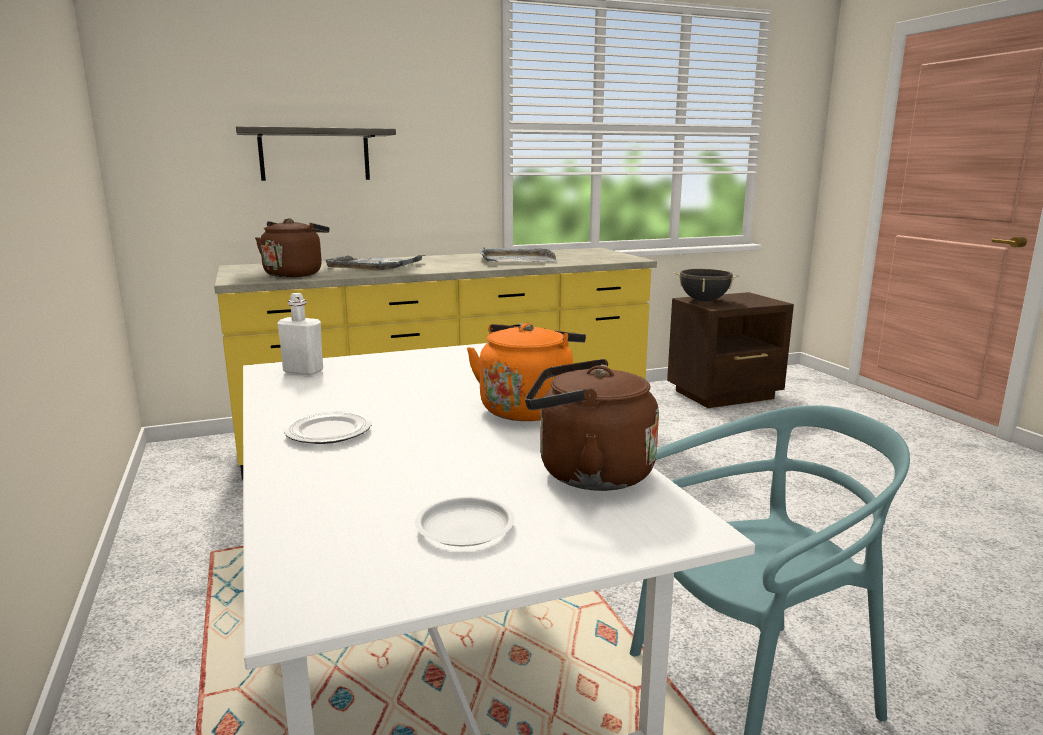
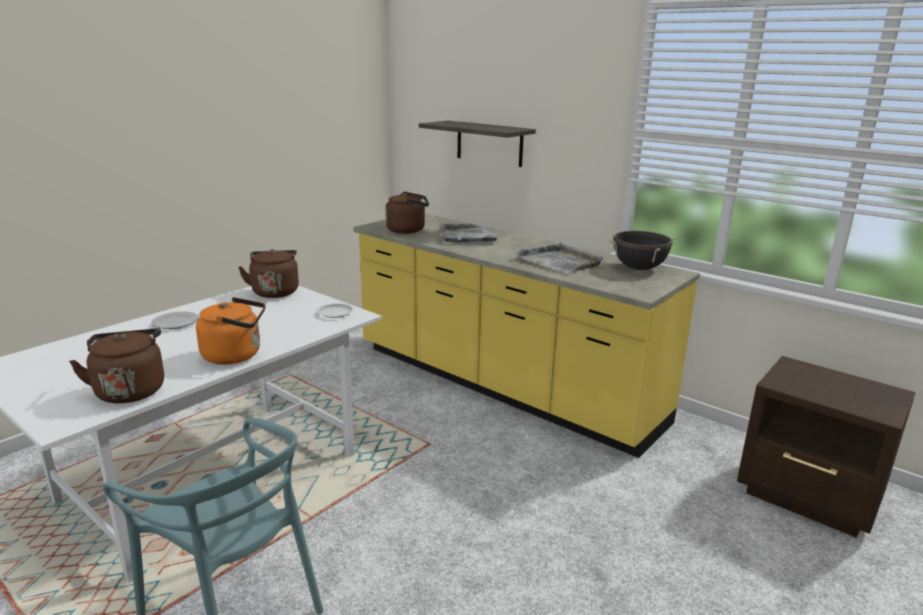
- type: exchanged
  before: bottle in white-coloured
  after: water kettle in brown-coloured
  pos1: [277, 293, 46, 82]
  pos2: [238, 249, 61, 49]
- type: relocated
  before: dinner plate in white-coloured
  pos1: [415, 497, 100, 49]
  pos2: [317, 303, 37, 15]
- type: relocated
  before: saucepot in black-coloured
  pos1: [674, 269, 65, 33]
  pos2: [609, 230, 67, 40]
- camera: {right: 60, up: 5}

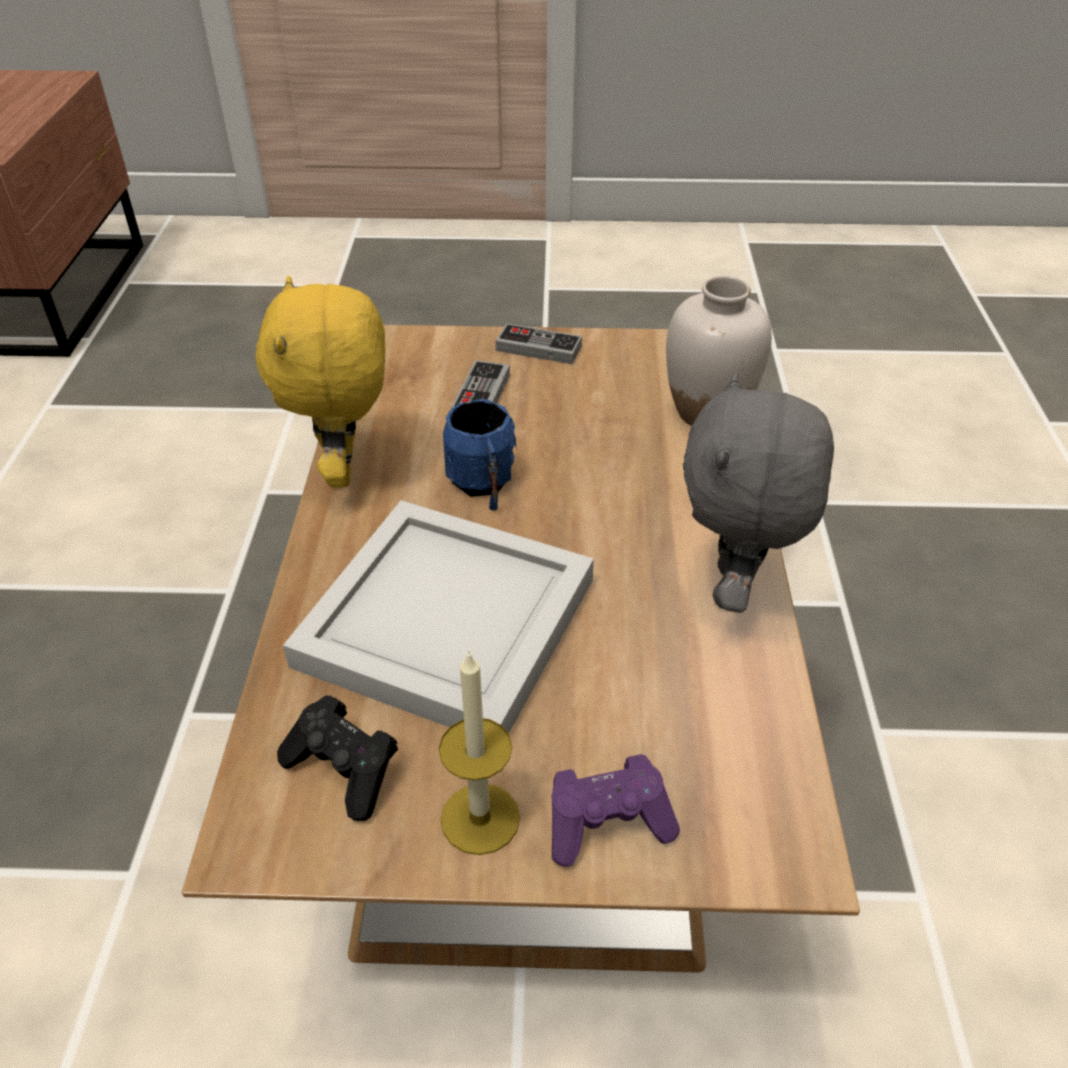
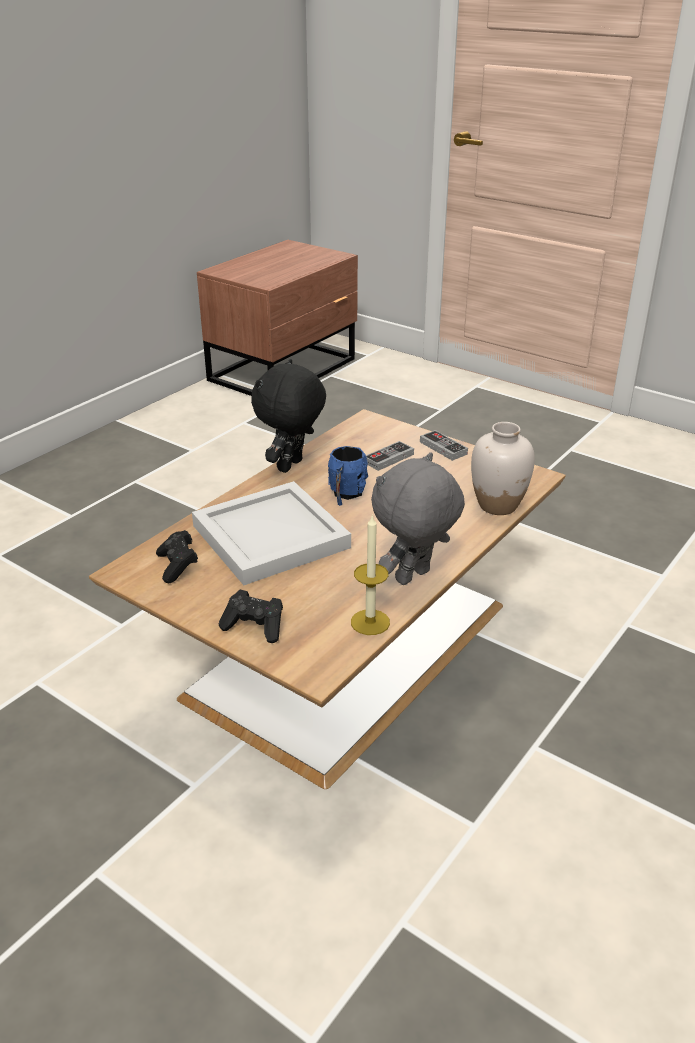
- type: colour
  before: soft toy in yellowish
  after: soft toy in black-coloured
  pos1: [255, 276, 130, 212]
  pos2: [251, 359, 75, 114]
- type: relocated
  before: candle
  pos1: [439, 651, 81, 204]
  pos2: [351, 514, 39, 121]
- type: colour
  before: gamepad in purplish
  after: gamepad in black-coloured
  pos1: [551, 754, 129, 112]
  pos2: [219, 590, 64, 53]
- camera: {right: 35, up: -10}

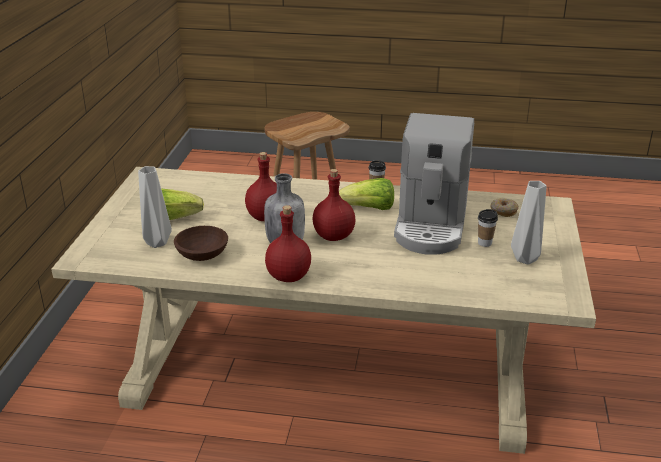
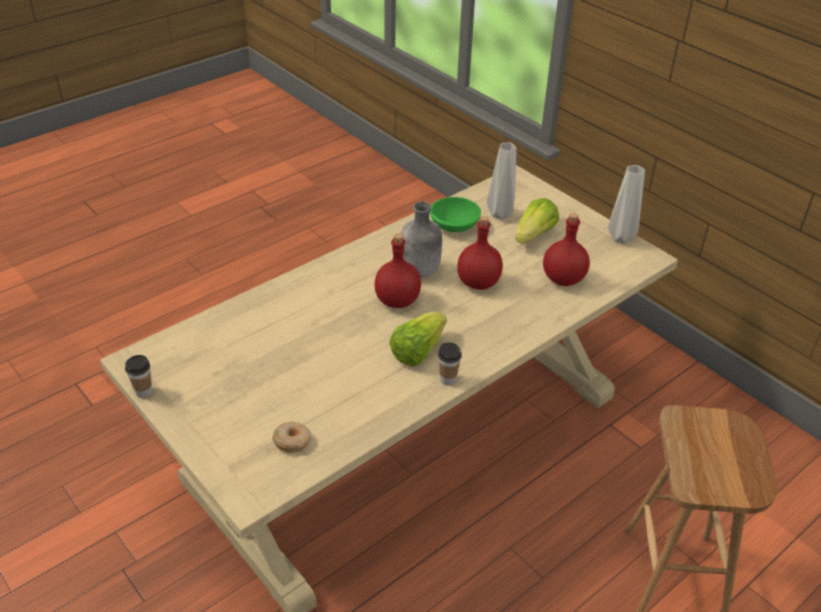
- type: colour
  before: bowl in brown-coloured
  after: bowl in greenish
  pos1: [174, 226, 54, 35]
  pos2: [430, 197, 51, 35]
- type: relocated
  before: bottle in reddish
  pos1: [265, 205, 46, 77]
  pos2: [543, 213, 47, 73]
- type: missing
  before: coffee machine
  pos1: [394, 113, 80, 142]
- type: relocated
  before: drinking cup
  pos1: [478, 209, 20, 38]
  pos2: [125, 355, 27, 43]
- type: relocated
  before: flower vase in greyish
  pos1: [511, 181, 35, 83]
  pos2: [608, 165, 37, 79]
- camera: {right: 130, up: 10}

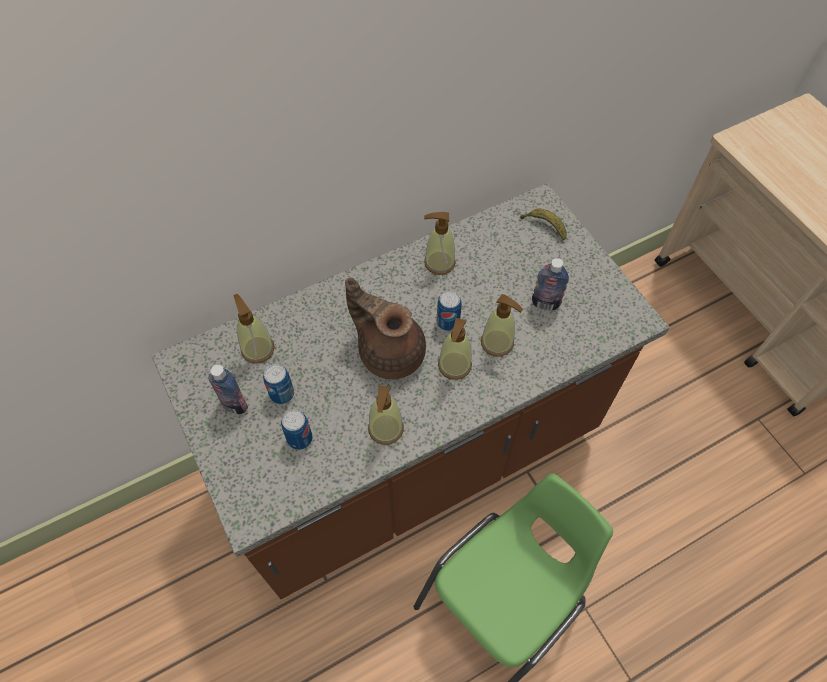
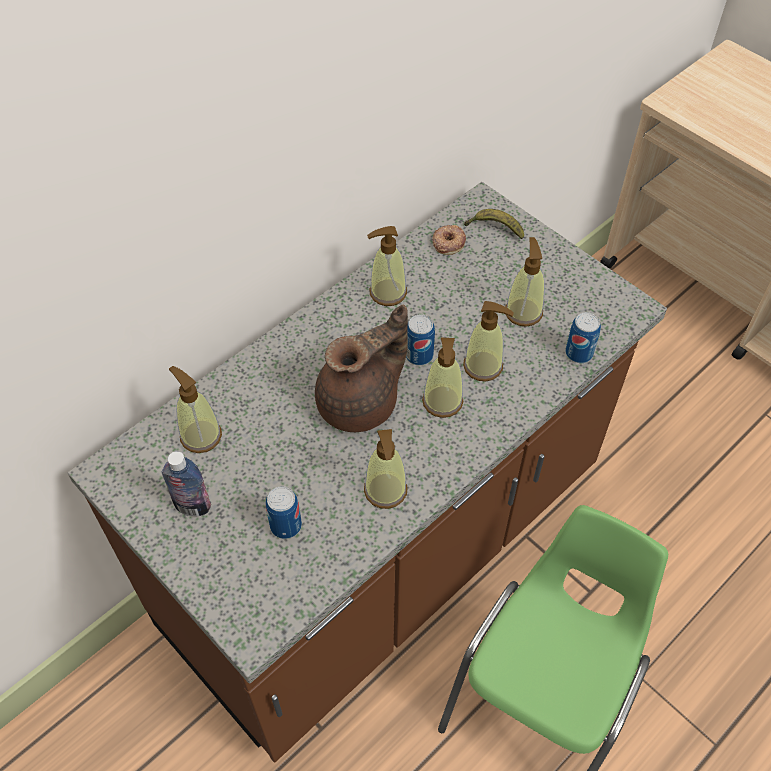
- type: relocated
  before: sealed can
  pos1: [263, 364, 31, 40]
  pos2: [565, 312, 36, 51]
- type: spun
  before: teapot in brown-coloured
  pos1: [345, 277, 81, 102]
  pos2: [315, 304, 93, 128]
  turn: 120
- type: exchanged
  before: bottle
  after: soap bottle
  pos1: [532, 258, 37, 53]
  pos2: [505, 237, 40, 90]
- type: appeared
  after: donut
  pos2: [432, 225, 34, 30]
- camera: {right: -15, up: -5}

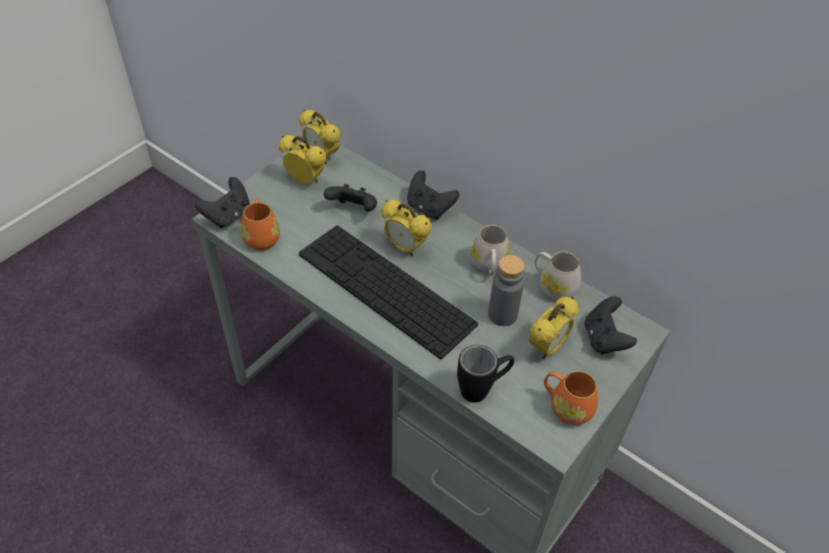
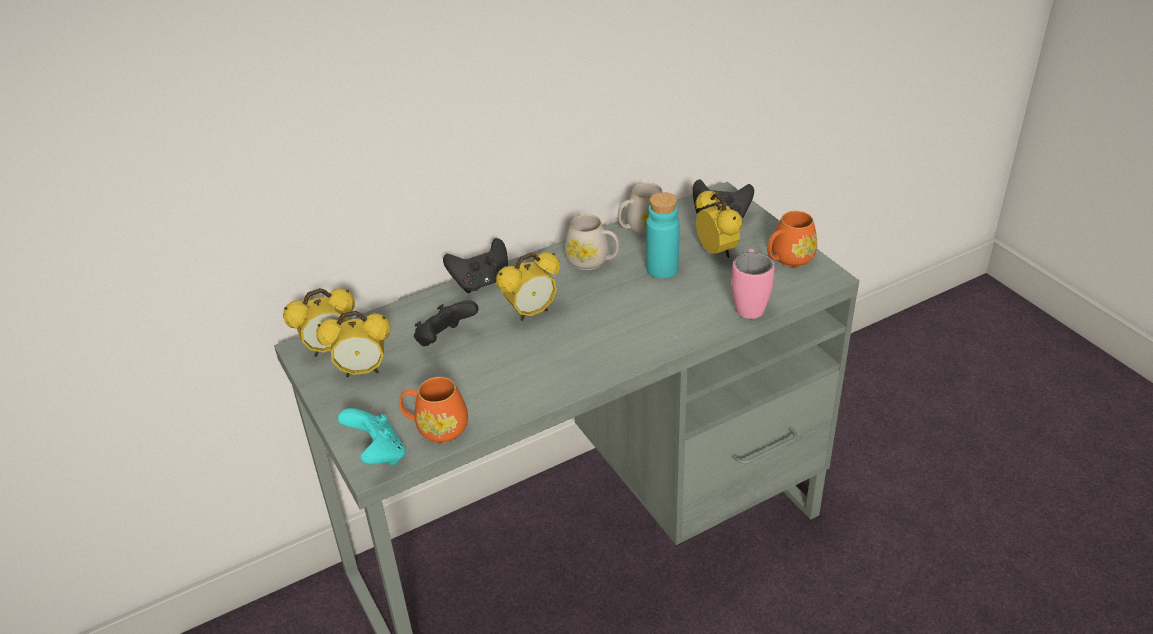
- type: colour
  before: gamepad in black-coloured
  after: gamepad in blue-green
  pos1: [195, 177, 55, 51]
  pos2: [338, 408, 68, 57]
- type: spun
  before: table clock
  pos1: [279, 135, 47, 49]
  pos2: [316, 311, 74, 66]
  turn: -150
- type: missing
  before: computer keyboard
  pos1: [299, 225, 179, 134]
- type: colour
  before: coffee mug in black-coloured
  after: coffee mug in pinkish
  pos1: [457, 345, 57, 57]
  pos2: [732, 249, 42, 70]
- type: colour
  before: bottle in greyish
  after: bottle in blue-green
  pos1: [488, 255, 36, 71]
  pos2: [646, 192, 34, 86]
- camera: {right: -65, up: -10}

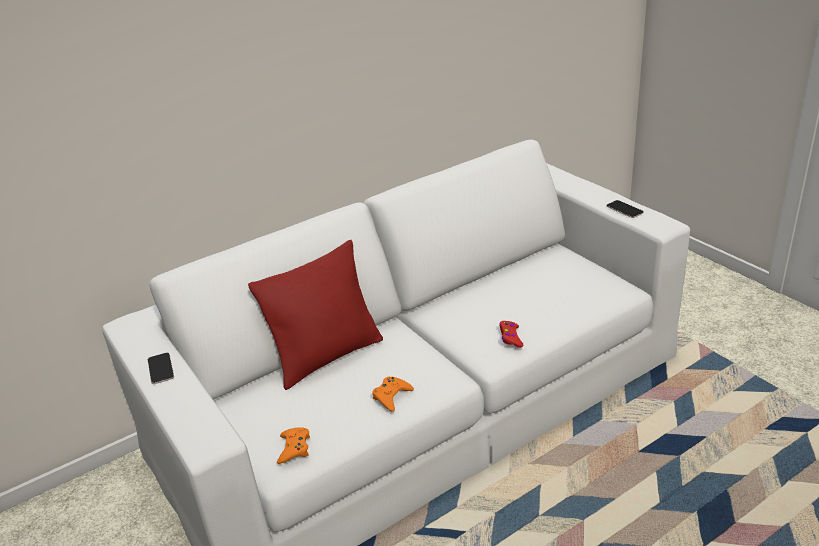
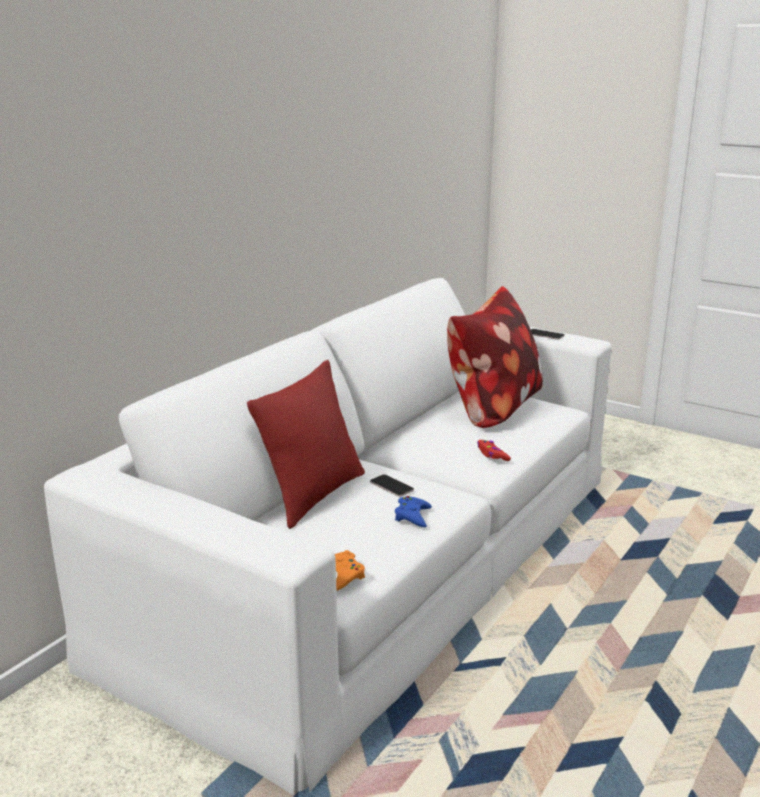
- type: relocated
  before: handset
  pos1: [148, 352, 26, 32]
  pos2: [370, 474, 44, 23]
- type: colour
  before: gamepad in orangey
  after: gamepad in bluish
  pos1: [372, 377, 42, 35]
  pos2: [395, 496, 37, 31]
- type: appeared
  after: throw pillow
  pos2: [447, 286, 96, 142]
- camera: {right: -25, up: -10}

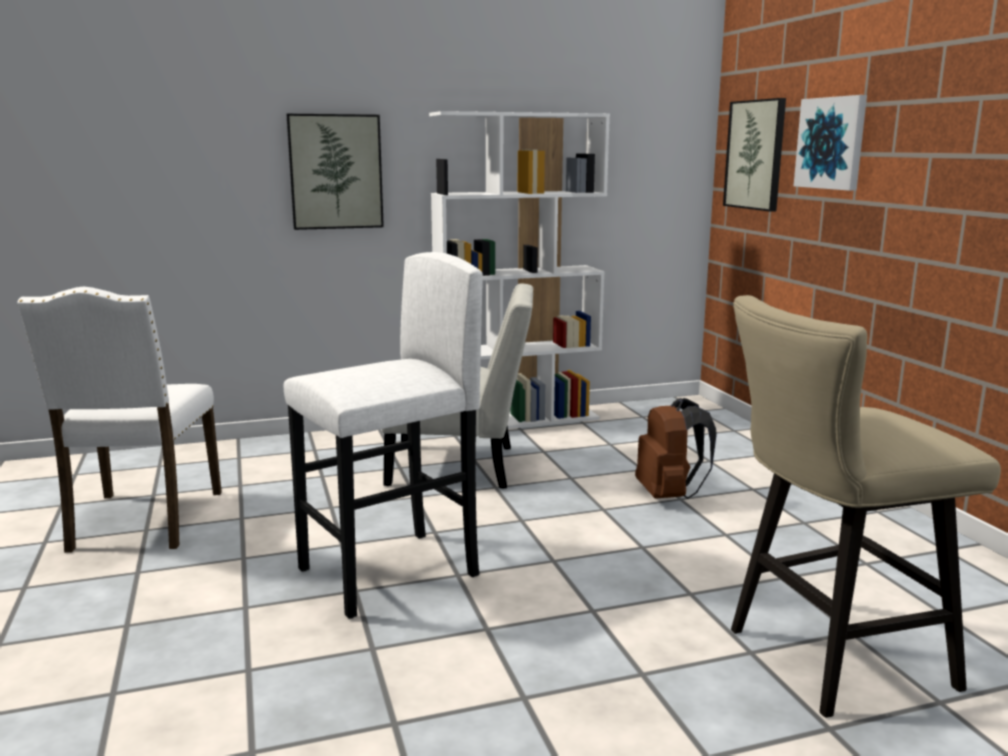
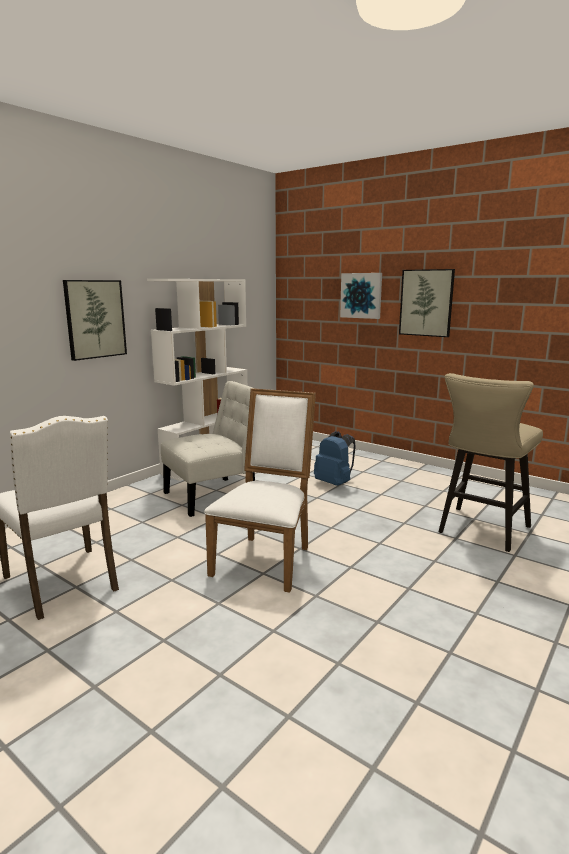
- type: exchanged
  before: stool in white-coloured
  after: upright chair in white-coloured
  pos1: [284, 252, 199, 367]
  pos2: [204, 388, 112, 205]
- type: colour
  before: rucksack in brown-coloured
  after: rucksack in bluish
  pos1: [635, 398, 82, 101]
  pos2: [314, 431, 42, 55]
- type: relocated
  before: wall art
  pos1: [723, 98, 63, 114]
  pos2: [399, 269, 56, 68]
- camera: {right: -35, up: 0}

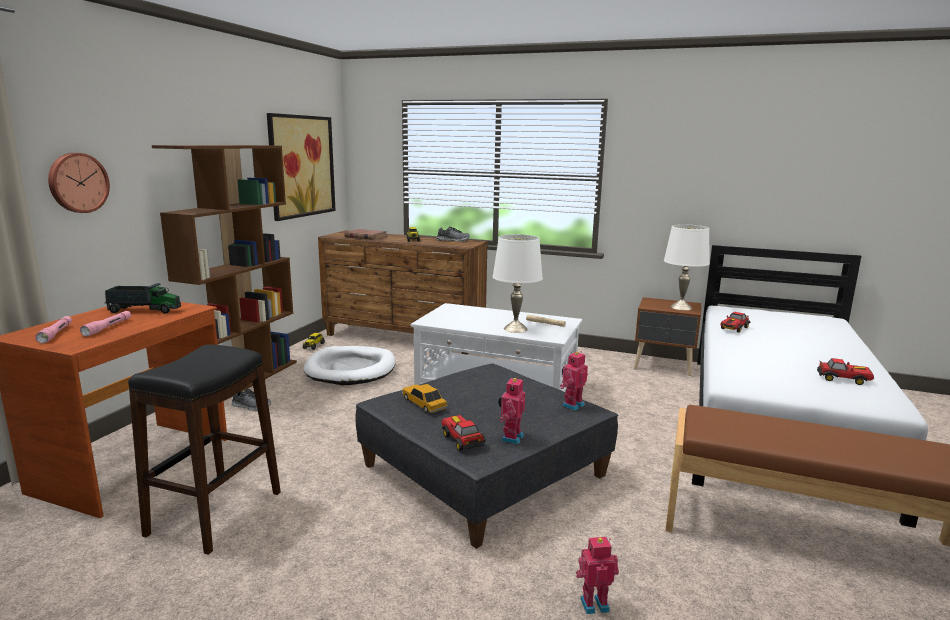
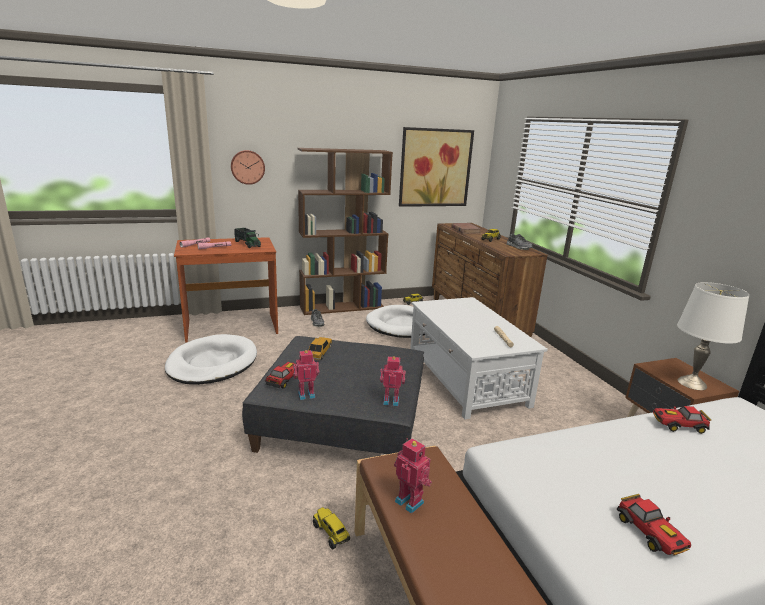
- type: exchanged
  before: stool in black-coloured
  after: dog cushion in white-coloured
  pos1: [128, 344, 153, 211]
  pos2: [165, 334, 92, 51]
- type: missing
  before: tabletop lamp in white-coloured
  pos1: [493, 234, 50, 99]
- type: relocated
  before: toy robot
  pos1: [576, 537, 43, 77]
  pos2: [394, 438, 38, 76]
- type: appeared
  after: toy truck
  pos2: [313, 507, 37, 42]
- camera: {right: 50, up: 5}

